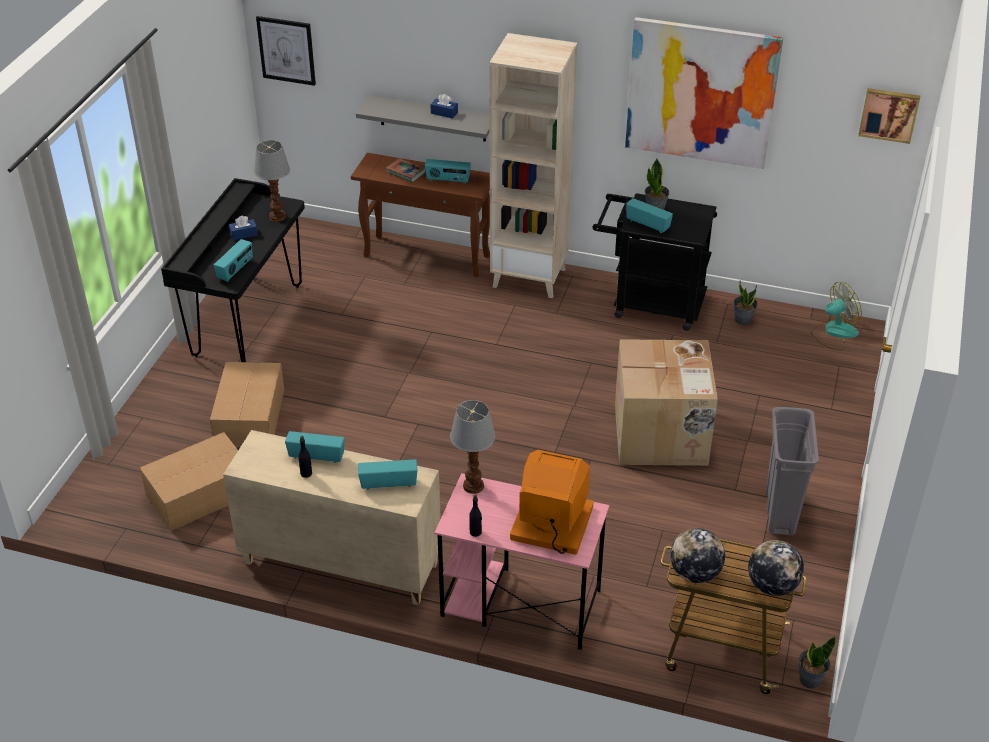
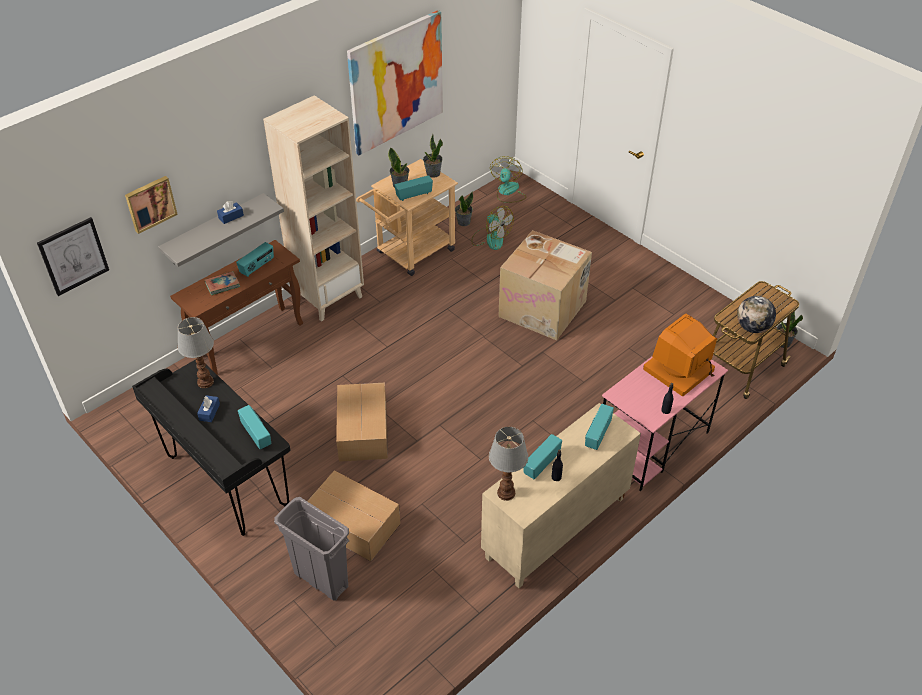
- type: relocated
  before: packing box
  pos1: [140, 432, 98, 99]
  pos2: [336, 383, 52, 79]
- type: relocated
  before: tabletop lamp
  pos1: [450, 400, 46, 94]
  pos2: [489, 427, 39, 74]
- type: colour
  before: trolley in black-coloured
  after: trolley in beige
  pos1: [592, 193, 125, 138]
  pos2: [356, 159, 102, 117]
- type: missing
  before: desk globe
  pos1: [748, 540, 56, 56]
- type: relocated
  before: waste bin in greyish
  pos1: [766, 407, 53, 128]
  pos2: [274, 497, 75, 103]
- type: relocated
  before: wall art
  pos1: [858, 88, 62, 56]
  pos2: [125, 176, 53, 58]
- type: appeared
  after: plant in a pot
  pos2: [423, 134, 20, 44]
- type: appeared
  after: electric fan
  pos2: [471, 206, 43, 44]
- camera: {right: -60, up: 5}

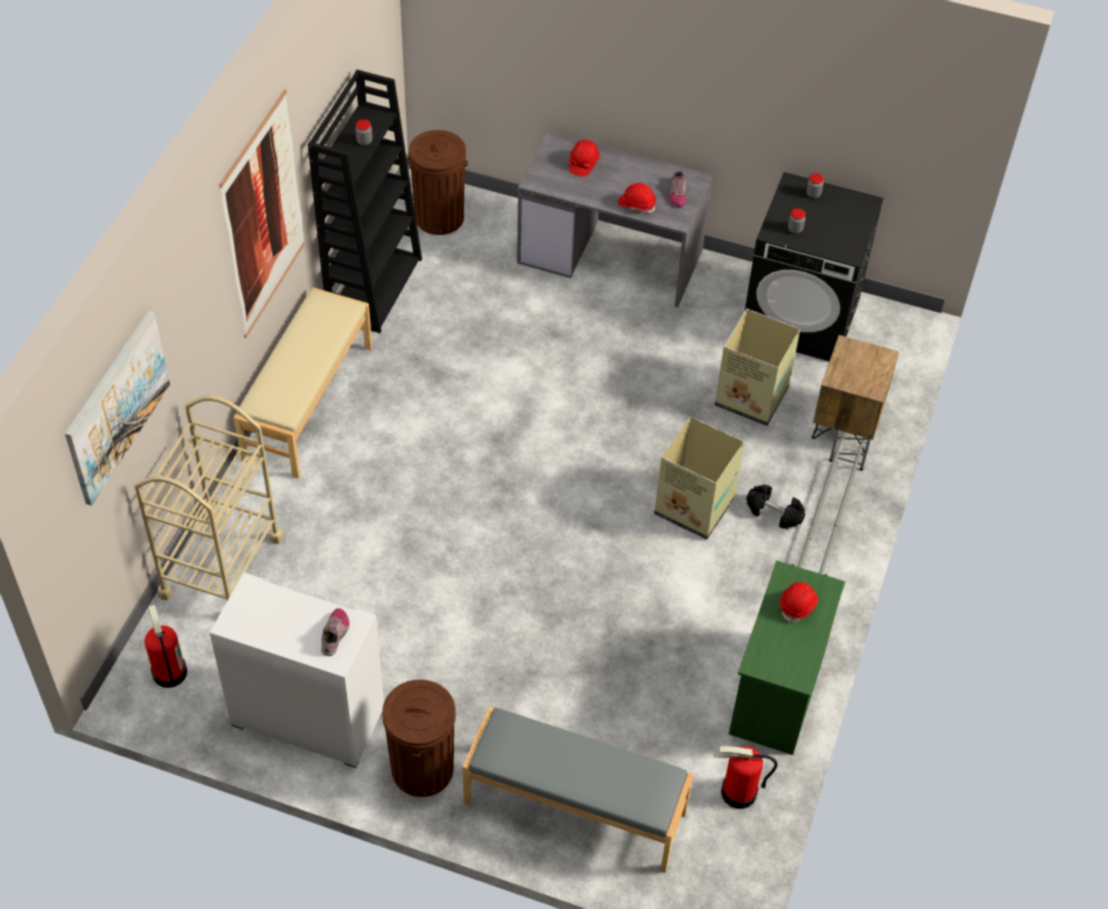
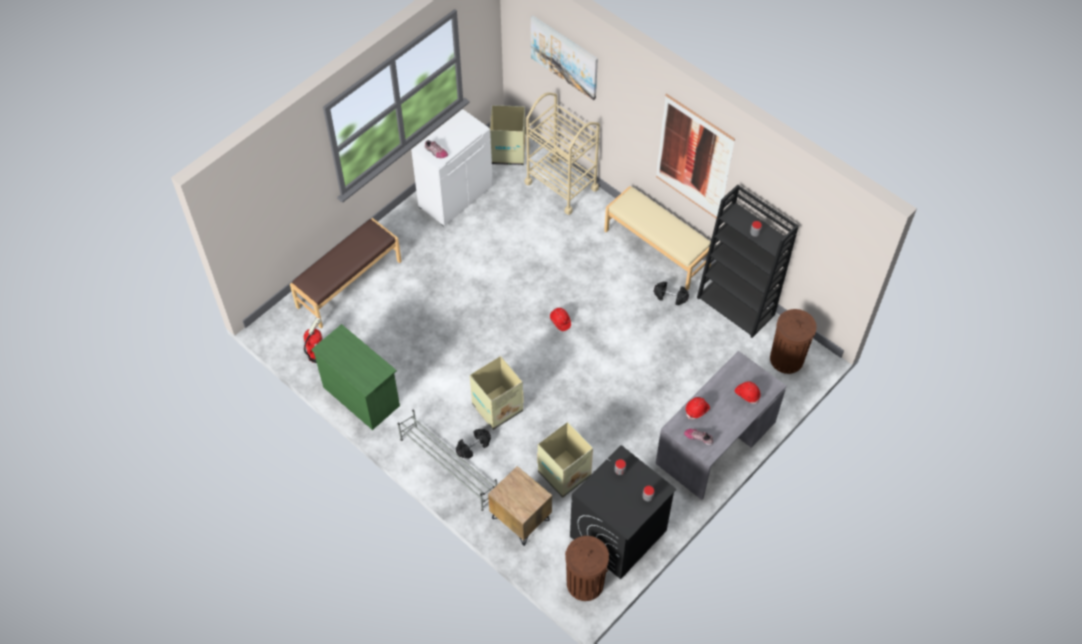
- type: exchanged
  before: fire extinguisher
  after: packing box
  pos1: [144, 605, 43, 83]
  pos2: [490, 105, 35, 60]
- type: relocated
  before: waste bin in brown-coloured
  pos1: [382, 679, 74, 118]
  pos2: [565, 536, 44, 65]
- type: colour
  before: indoor bench in greyish
  after: indoor bench in brown-coloured
  pos1: [463, 707, 231, 166]
  pos2: [290, 218, 112, 110]
- type: relocated
  before: safety helmet in reddish
  pos1: [780, 582, 38, 41]
  pos2: [550, 308, 21, 23]
- type: appeared
  after: free weight in black-coloured
  pos2: [653, 281, 36, 24]
- camera: {right: 115, up: 5}

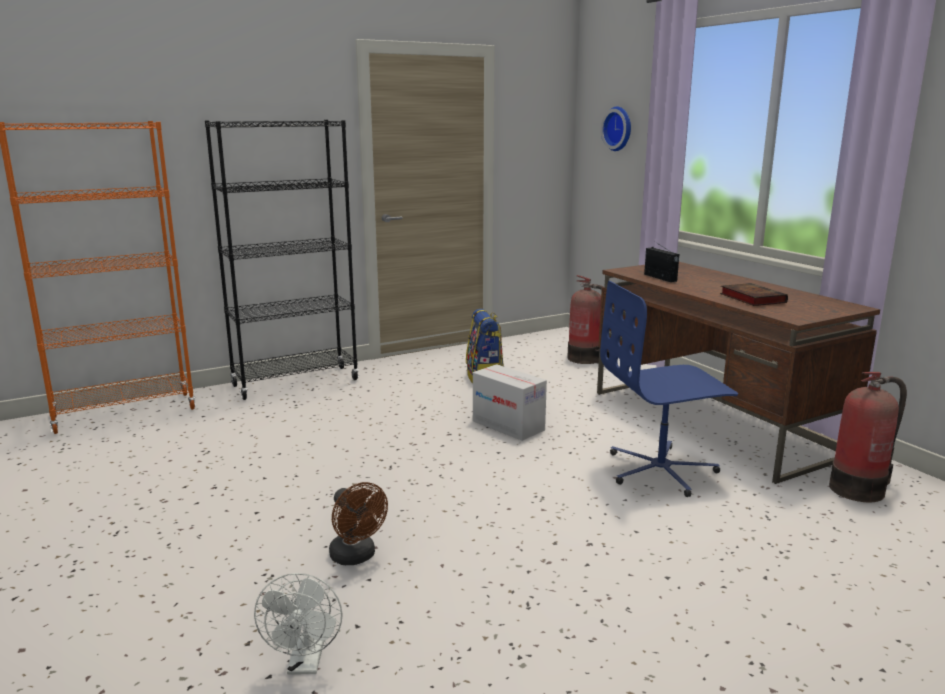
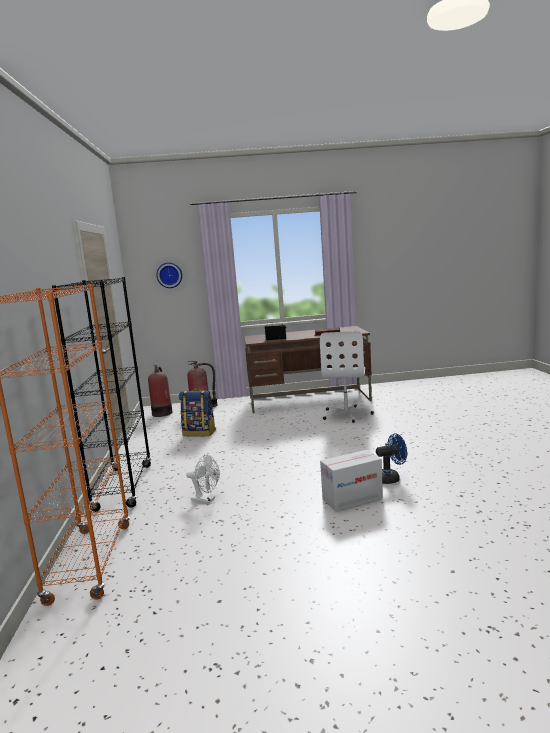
- type: relocated
  before: electric fan in white-coloured
  pos1: [254, 573, 89, 102]
  pos2: [186, 455, 34, 48]
- type: colour
  before: electric fan in brown-coloured
  after: electric fan in bluish
  pos1: [329, 482, 59, 83]
  pos2: [376, 433, 31, 51]
- type: relocated
  before: packing box
  pos1: [473, 364, 74, 77]
  pos2: [320, 450, 63, 61]
- type: colour
  before: office chair in bluish
  after: office chair in white-coloured
  pos1: [600, 281, 138, 216]
  pos2: [320, 331, 54, 92]
- type: relocated
  before: fire extinguisher
  pos1: [829, 372, 78, 130]
  pos2: [148, 365, 25, 52]
- camera: {right: -65, up: -5}

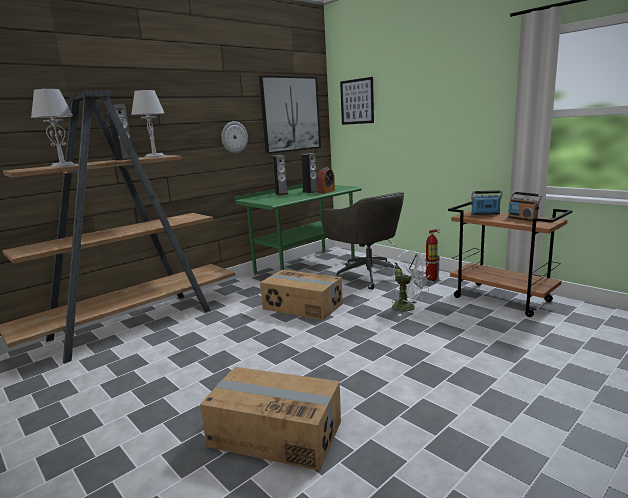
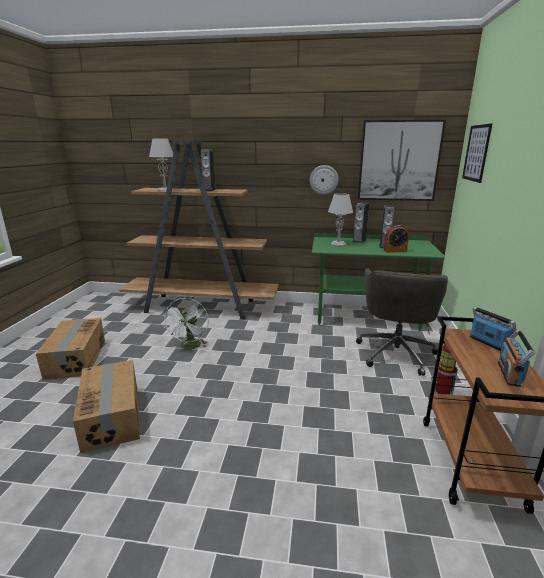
- type: relocated
  before: tabletop lamp in greyish
  pos1: [131, 90, 34, 68]
  pos2: [328, 193, 25, 53]
- type: relocated
  before: packing box
  pos1: [260, 270, 83, 50]
  pos2: [36, 318, 69, 62]
- type: relocated
  before: electric fan in white-coloured
  pos1: [392, 251, 39, 65]
  pos2: [163, 298, 46, 52]
- camera: {right: 50, up: 5}

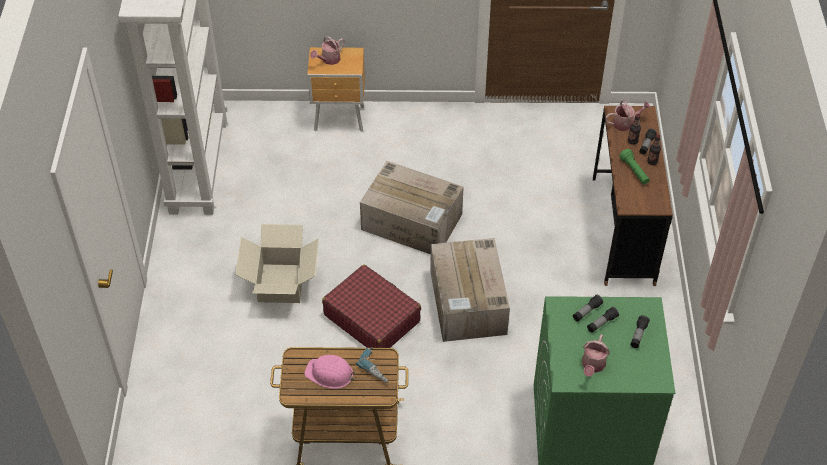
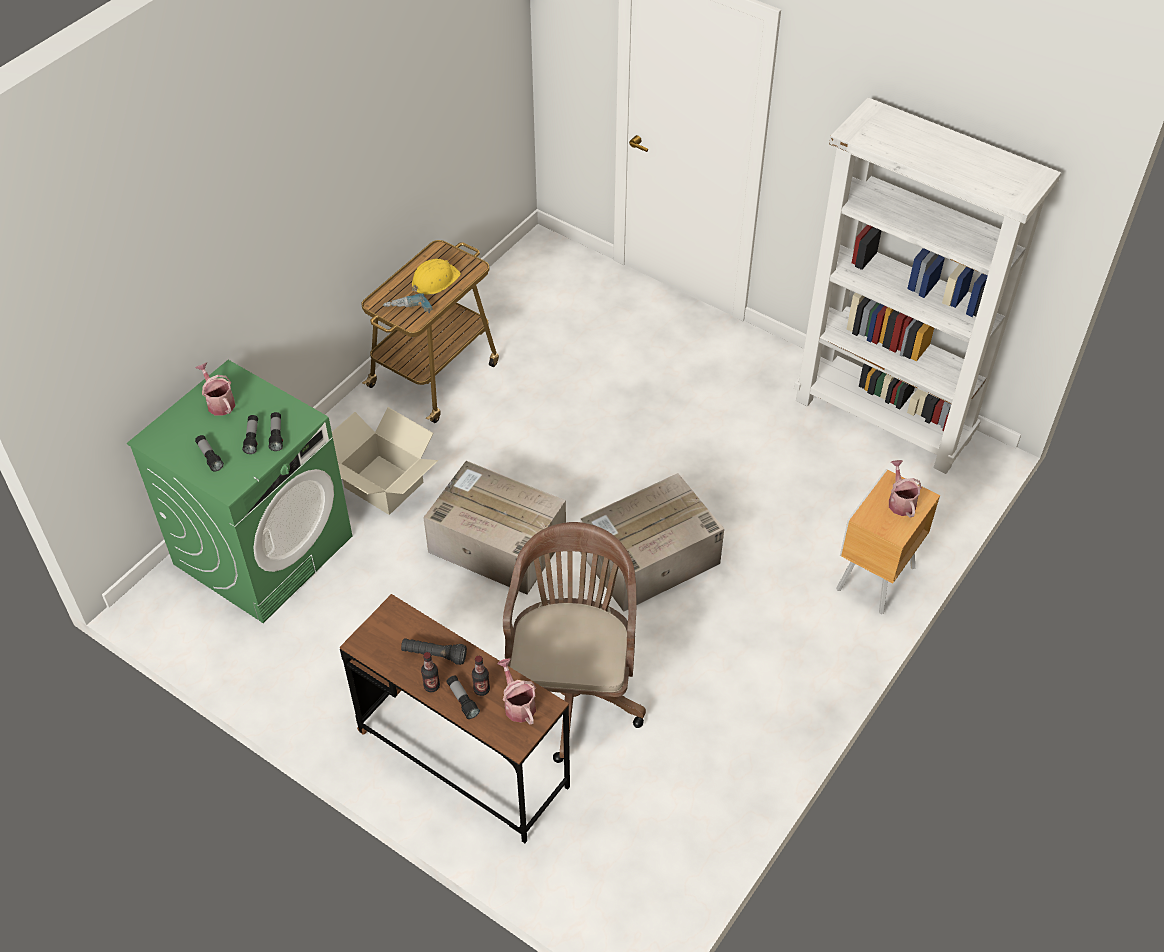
- type: relocated
  before: packing box
  pos1: [235, 224, 84, 79]
  pos2: [332, 407, 106, 108]
- type: colour
  before: safety helmet in pinkish
  after: safety helmet in yellowish
  pos1: [304, 355, 52, 34]
  pos2: [412, 259, 49, 36]
- type: missing
  before: suitcase in reddish
  pos1: [322, 265, 99, 83]
- type: spun
  before: watering can
  pos1: [605, 100, 46, 31]
  pos2: [497, 659, 39, 65]
  turn: 135
- type: colour
  before: torch in greenish
  after: torch in black-coloured
  pos1: [620, 149, 30, 36]
  pos2: [401, 638, 66, 27]
- type: appeared
  after: office chair in brown-coloured
  pos2: [503, 522, 143, 241]
- camera: {right: 125, up: 0}

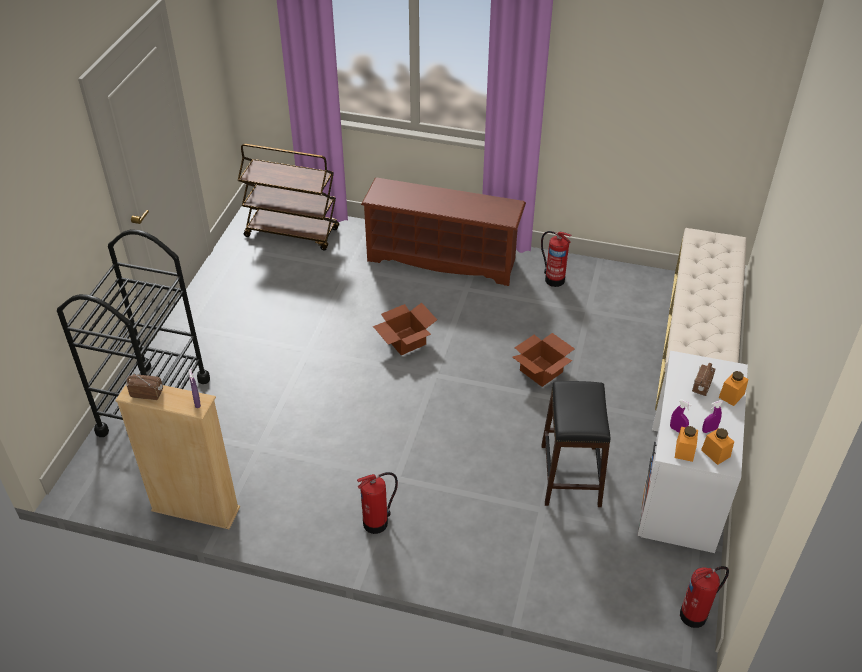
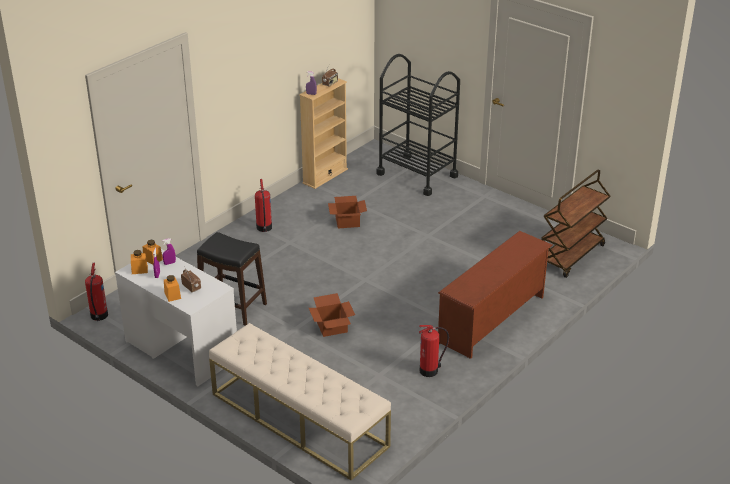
- type: relocated
  before: packing box
  pos1: [373, 302, 64, 53]
  pos2: [328, 196, 39, 32]
- camera: {right: 115, up: -10}

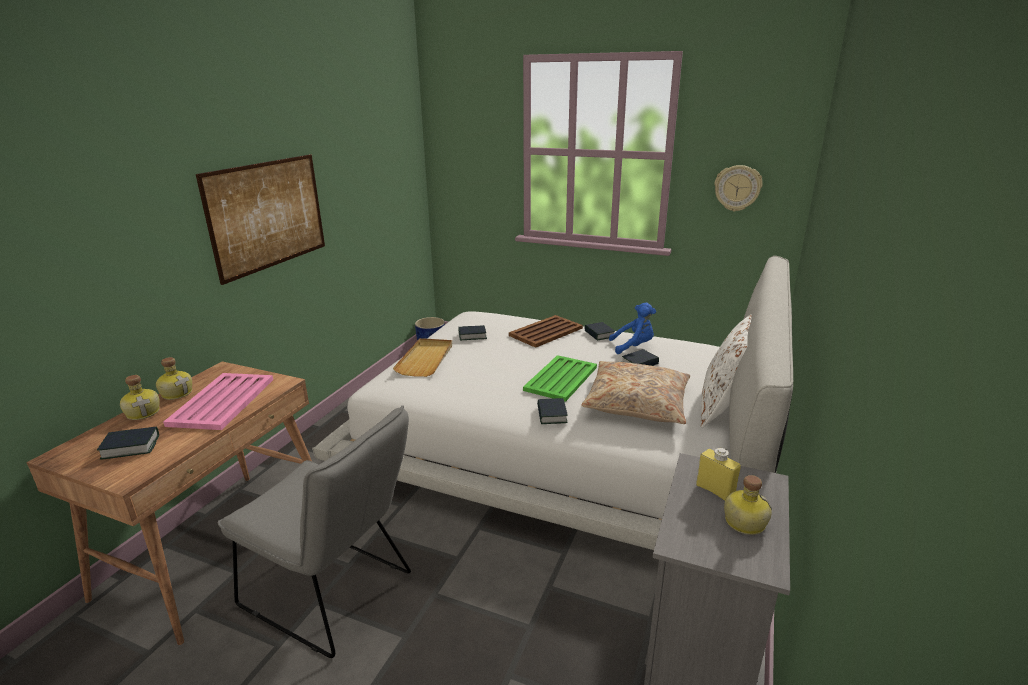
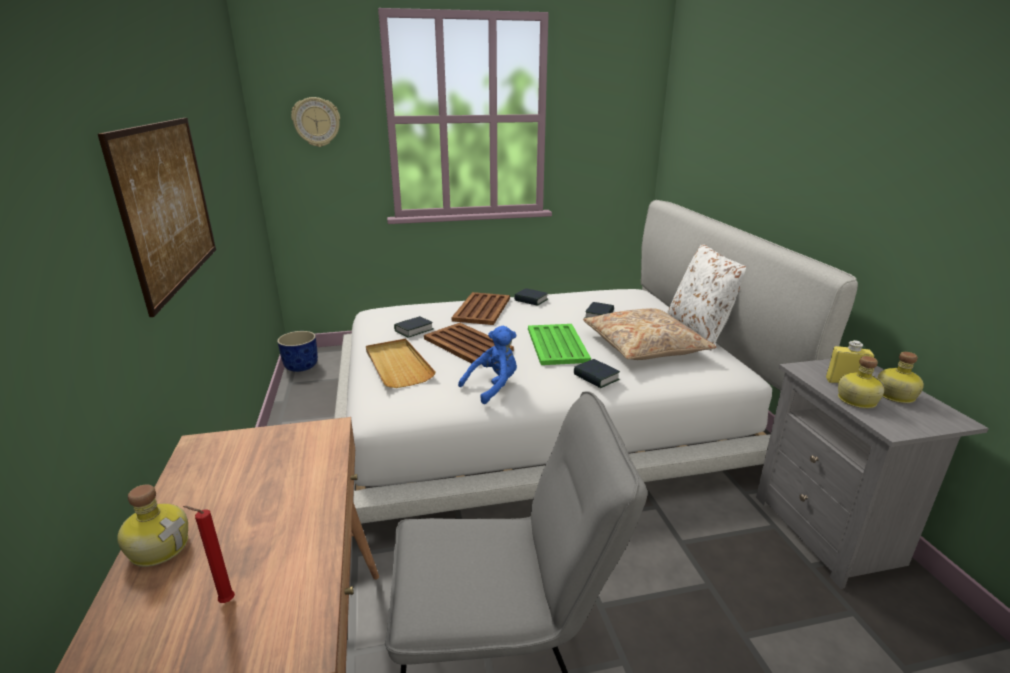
- type: exchanged
  before: book
  after: candle in reddish
  pos1: [97, 426, 62, 34]
  pos2: [183, 506, 52, 97]
- type: relocated
  before: bottle
  pos1: [156, 357, 36, 43]
  pos2: [838, 356, 47, 53]
- type: missing
  before: serving tray in pinkish
  pos1: [163, 373, 110, 57]
- type: relocated
  before: soft toy in bluish
  pos1: [609, 303, 47, 51]
  pos2: [458, 326, 59, 78]
- type: relocated
  before: hanging clock
  pos1: [714, 165, 49, 47]
  pos2: [291, 97, 49, 50]
- type: appeared
  after: serving tray in brown-coloured
  pos2: [424, 323, 90, 42]
- camera: {right: -35, up: 0}

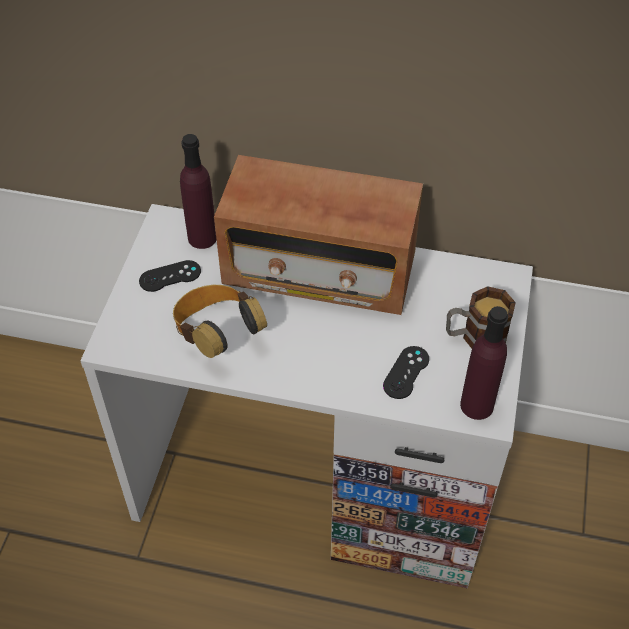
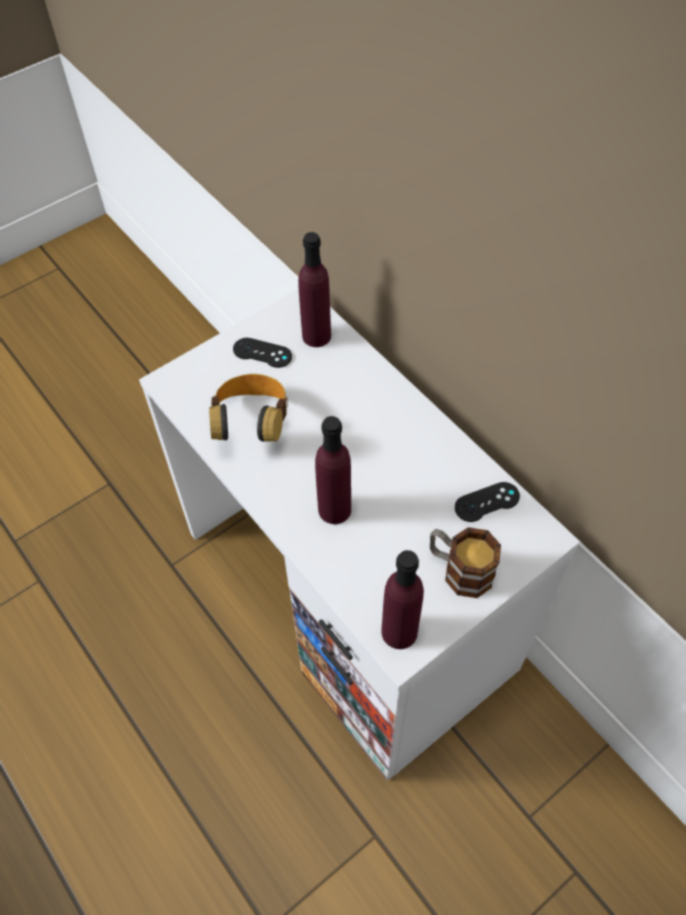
- type: missing
  before: radio receiver
  pos1: [214, 155, 209, 160]
- type: relocated
  before: gamepad in black-coloured
  pos1: [383, 346, 46, 53]
  pos2: [455, 482, 65, 40]
- type: appeared
  after: bottle in purplish
  pos2: [315, 416, 36, 108]
- camera: {right: 40, up: 5}

